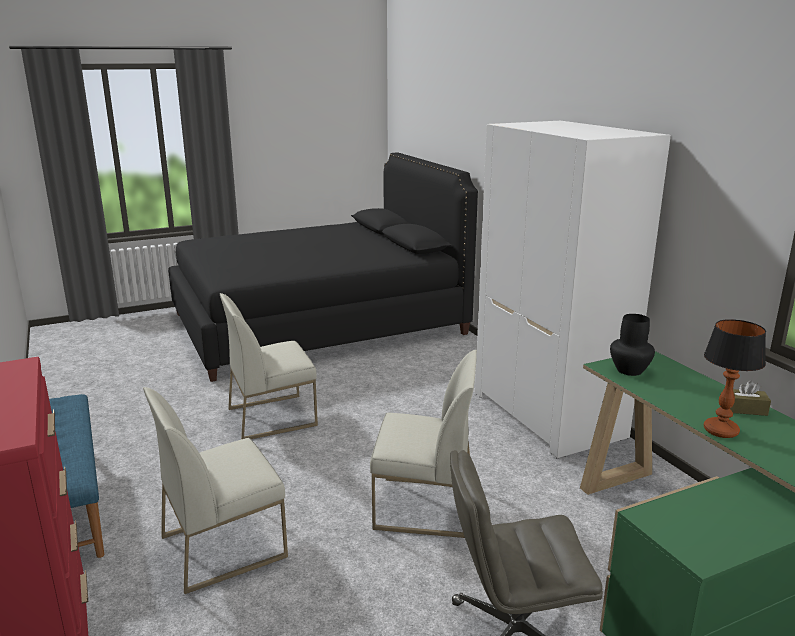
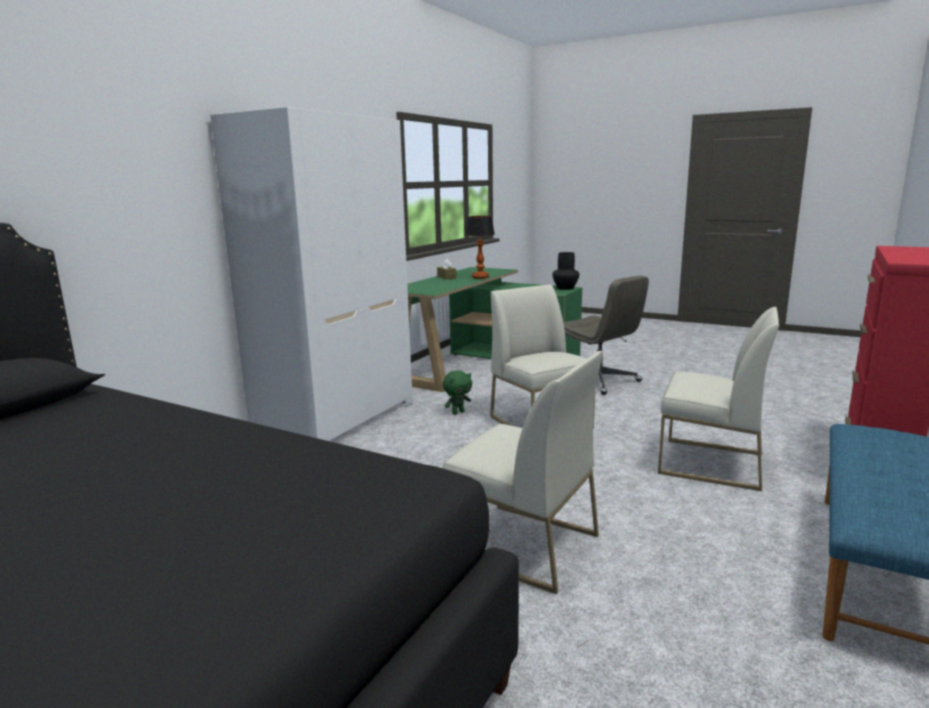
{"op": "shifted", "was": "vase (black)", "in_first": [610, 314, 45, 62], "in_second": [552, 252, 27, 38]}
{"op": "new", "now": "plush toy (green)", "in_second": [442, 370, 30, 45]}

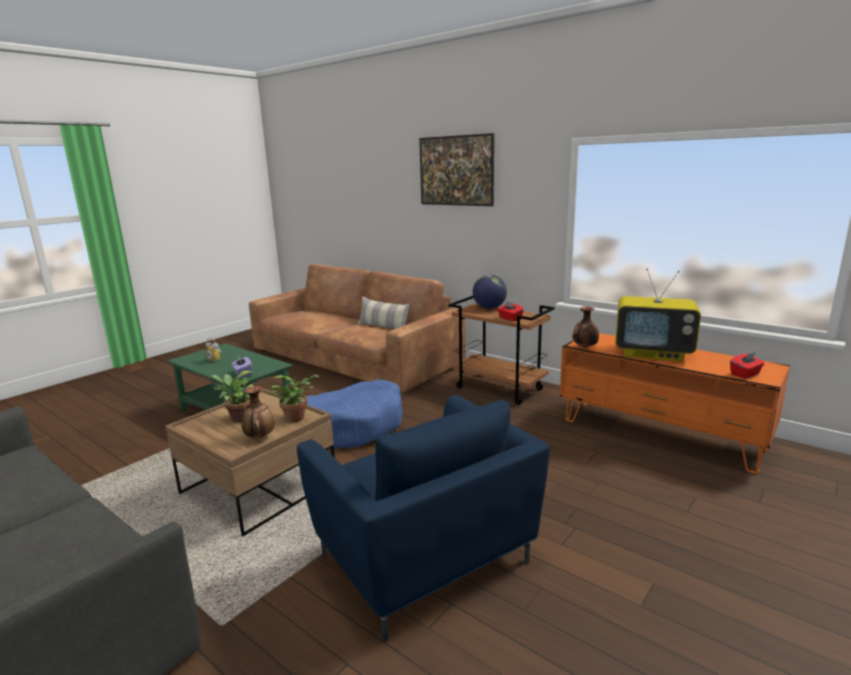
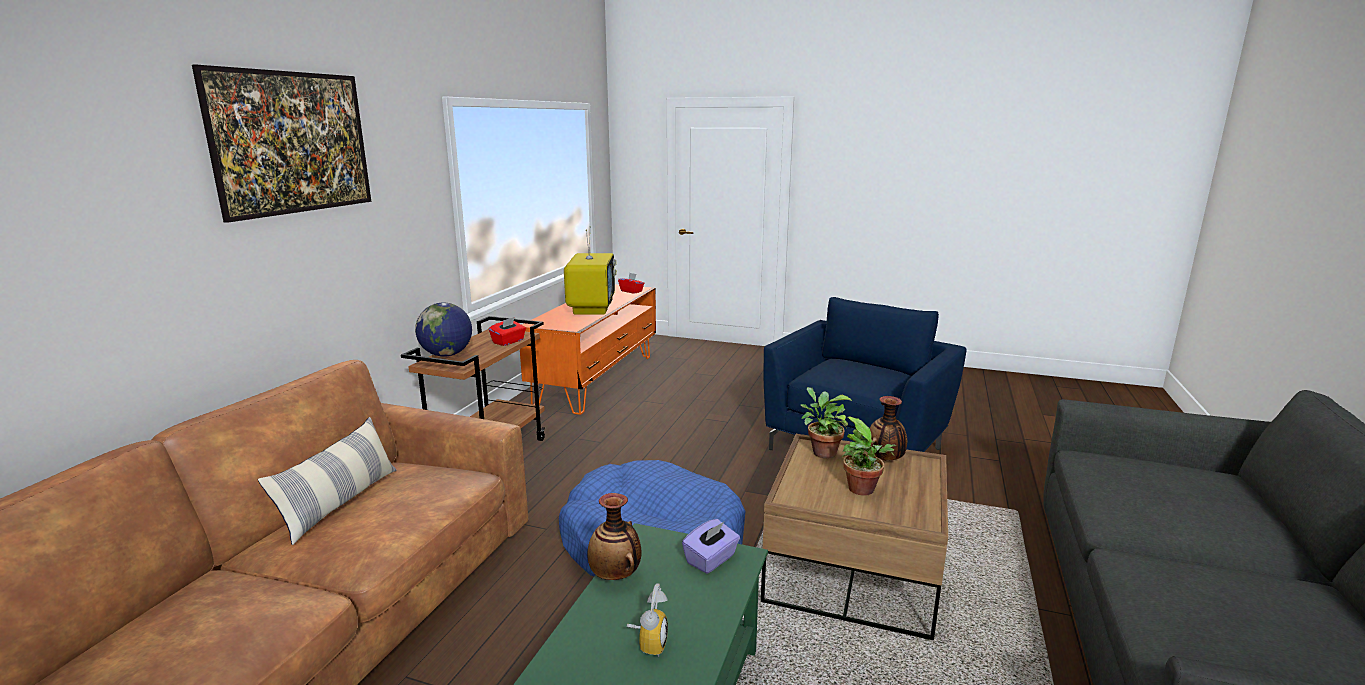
{"op": "shifted", "was": "vase", "in_first": [572, 306, 27, 42], "in_second": [587, 493, 55, 87]}

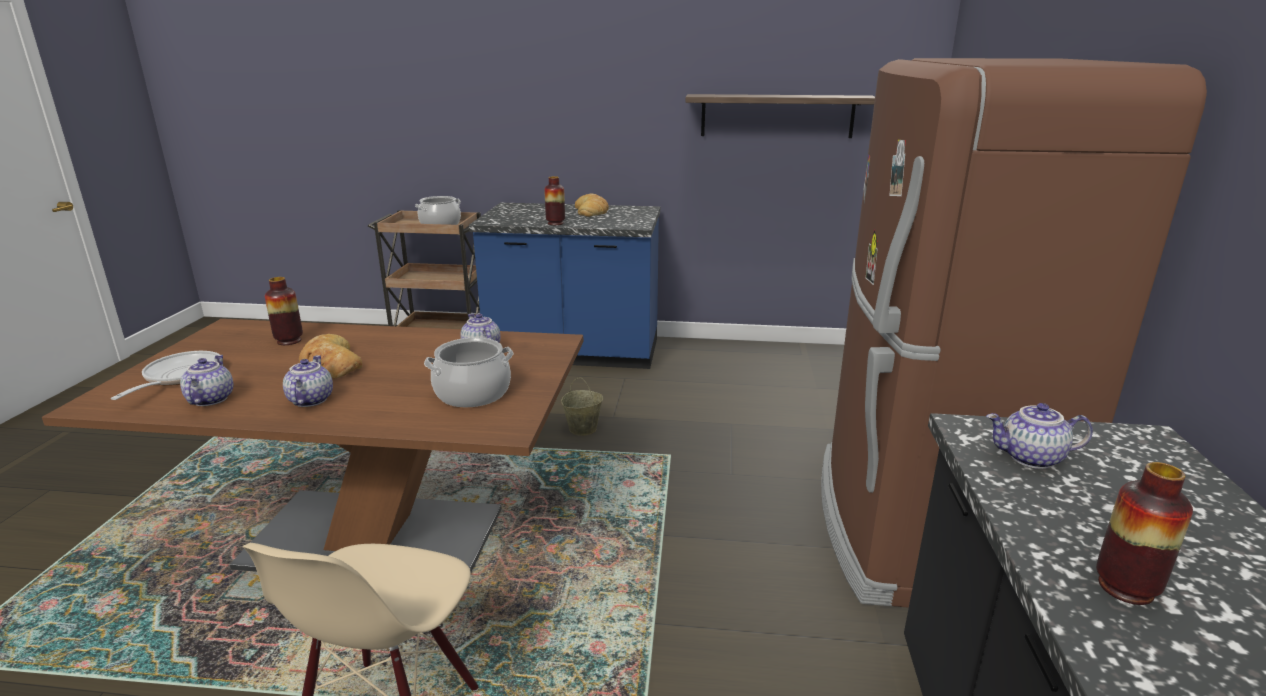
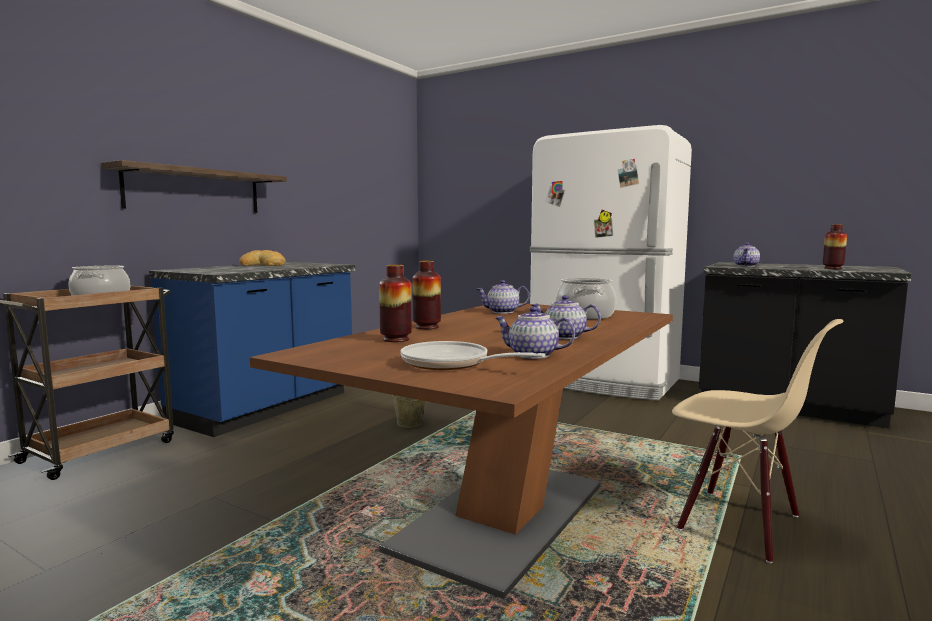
{"op": "repainted", "was": "fridge (brown)", "now": "fridge (white)", "in_first": [821, 58, 386, 550], "in_second": [530, 125, 162, 275]}
{"op": "shifted", "was": "shelf", "in_first": [686, 94, 189, 44], "in_second": [101, 160, 186, 53]}
{"op": "shifted", "was": "vase", "in_first": [544, 176, 21, 49], "in_second": [412, 261, 29, 68]}
{"op": "gone", "was": "bread", "in_first": [299, 334, 63, 44]}

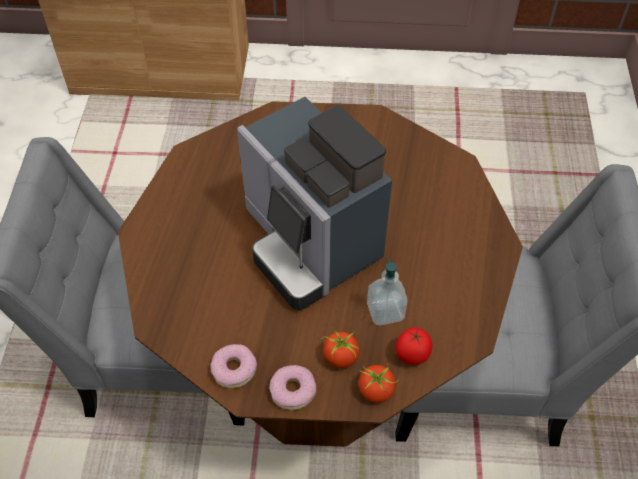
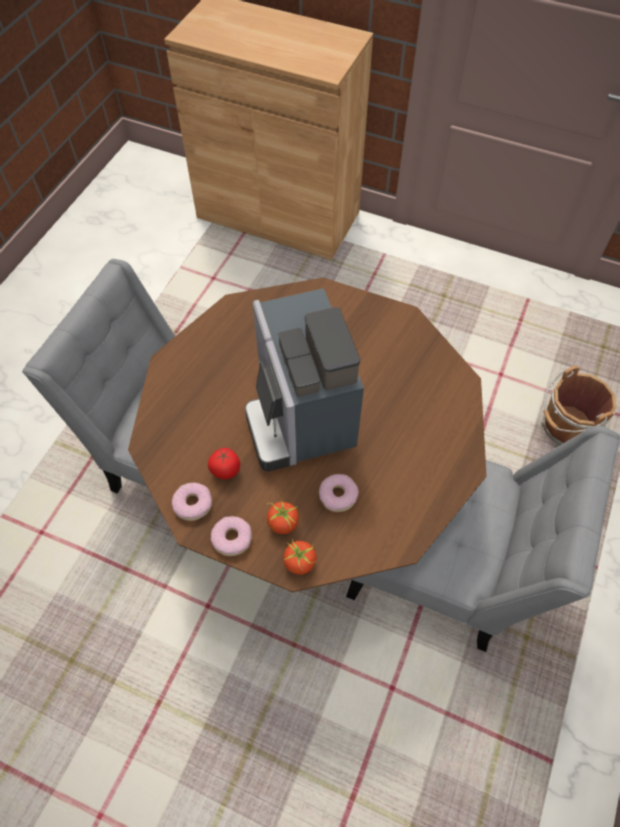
{"op": "swapped", "was": "soap dispenser", "now": "donut", "in_first": [367, 257, 41, 69], "in_second": [319, 474, 40, 38]}
{"op": "shifted", "was": "tomato", "in_first": [396, 327, 36, 38], "in_second": [208, 448, 32, 31]}
{"op": "new", "now": "bucket (brown)", "in_second": [541, 366, 76, 79]}

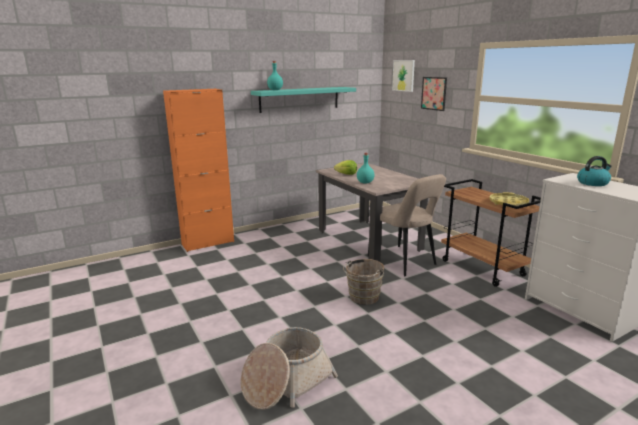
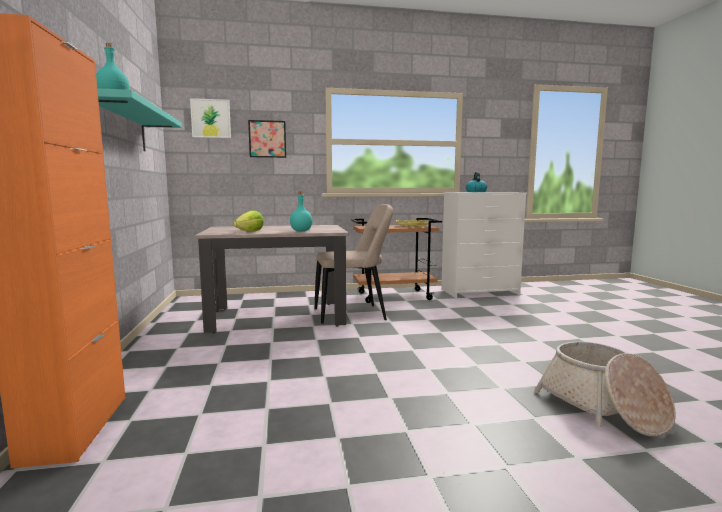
{"op": "gone", "was": "bucket (brown)", "in_first": [343, 259, 41, 46]}

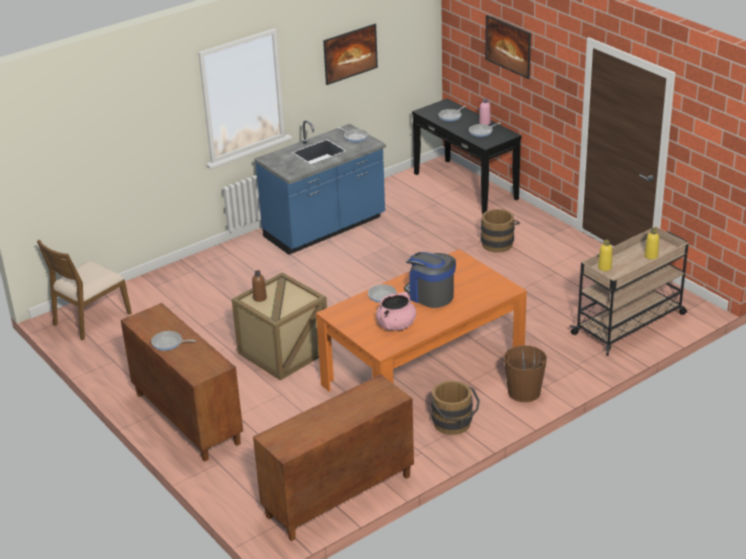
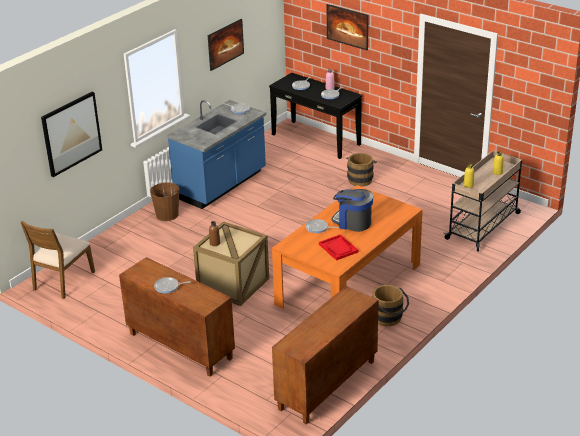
{"op": "swapped", "was": "cooking pot (pink)", "now": "tray (red)", "in_first": [376, 292, 40, 39], "in_second": [319, 234, 39, 27]}
{"op": "shifted", "was": "bucket (brown)", "in_first": [504, 345, 43, 57], "in_second": [150, 182, 29, 39]}
{"op": "new", "now": "picture", "in_second": [41, 92, 61, 85]}

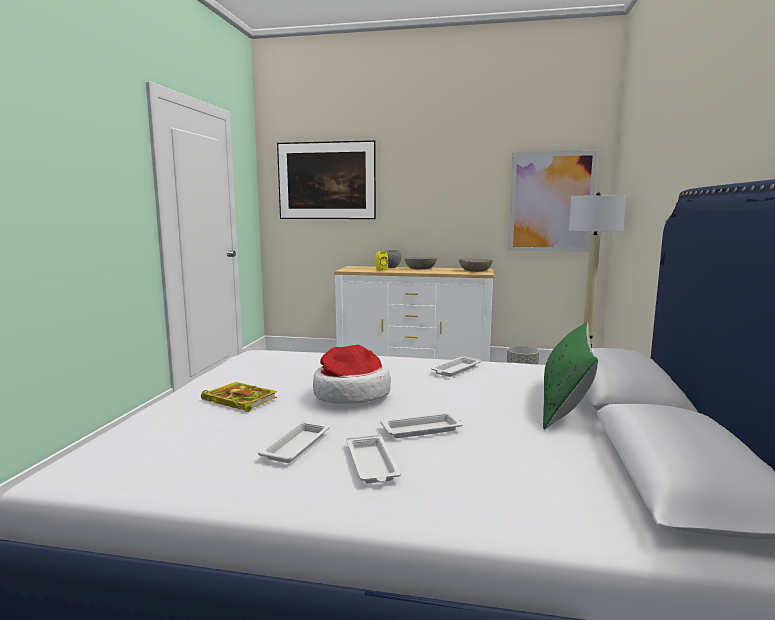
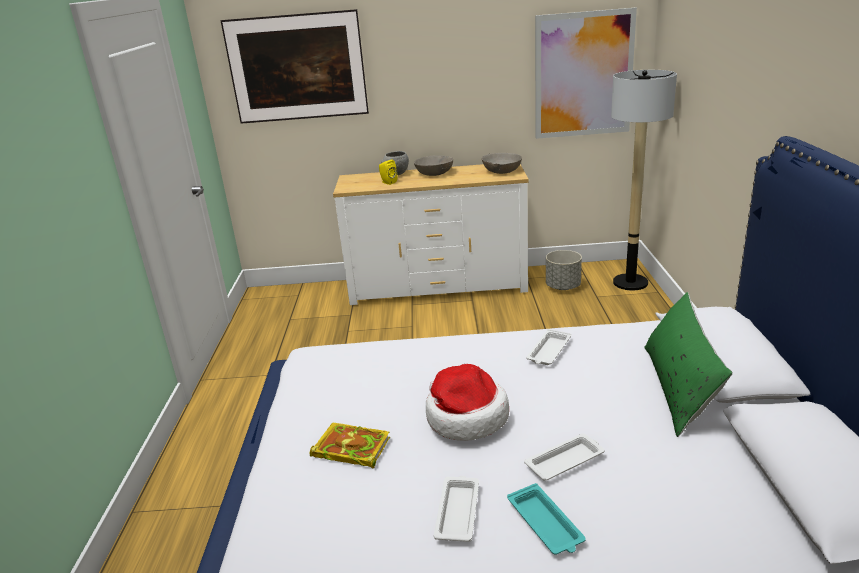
{"op": "repainted", "was": "tray (white)", "now": "tray (turquoise)", "in_first": [346, 434, 55, 49], "in_second": [507, 483, 79, 72]}

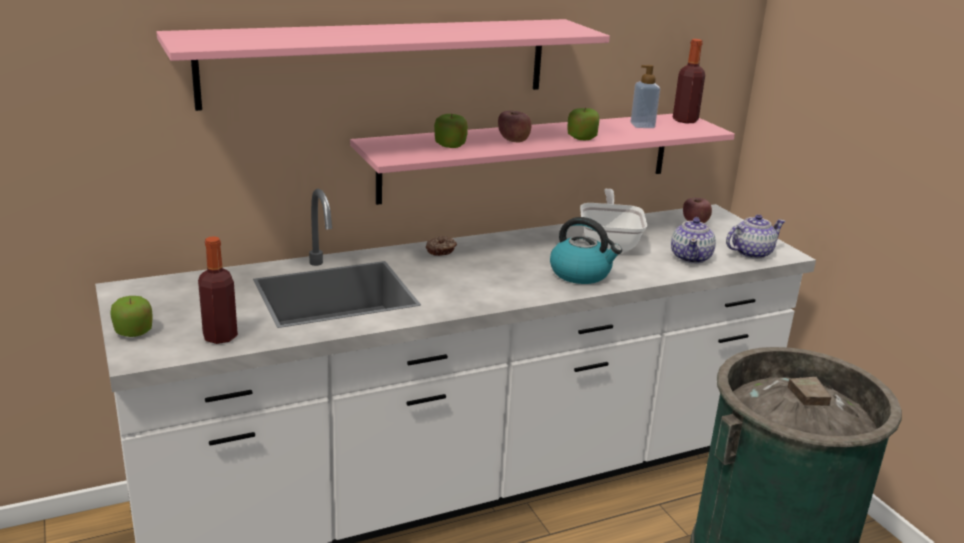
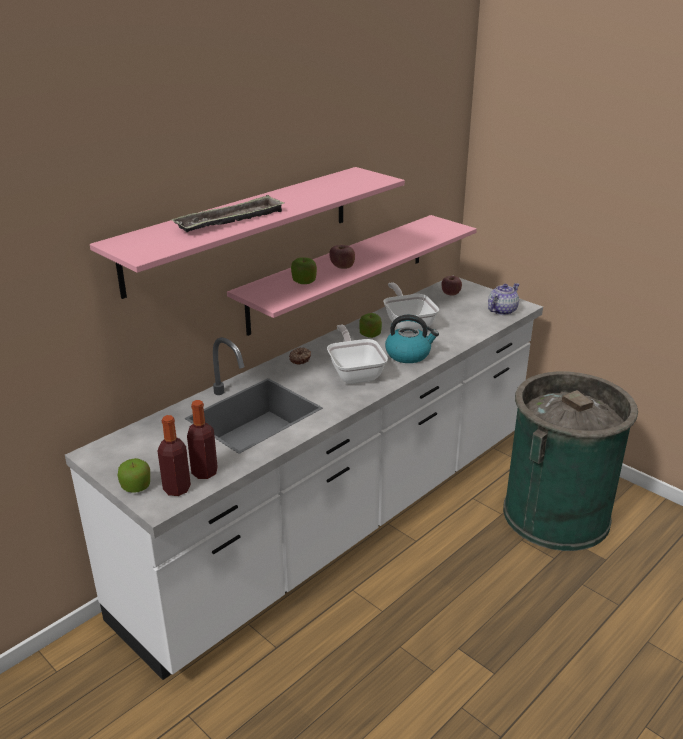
{"op": "shifted", "was": "bottle", "in_first": [673, 39, 32, 84], "in_second": [158, 415, 33, 81]}
{"op": "gone", "was": "soap dispenser", "in_first": [631, 65, 29, 63]}
{"op": "shifted", "was": "apple", "in_first": [568, 107, 31, 33], "in_second": [359, 313, 23, 25]}
{"op": "gone", "was": "teapot", "in_first": [671, 217, 45, 47]}
{"op": "new", "now": "tray", "in_second": [172, 195, 112, 37]}
{"op": "new", "now": "frying pan", "in_second": [327, 325, 61, 59]}

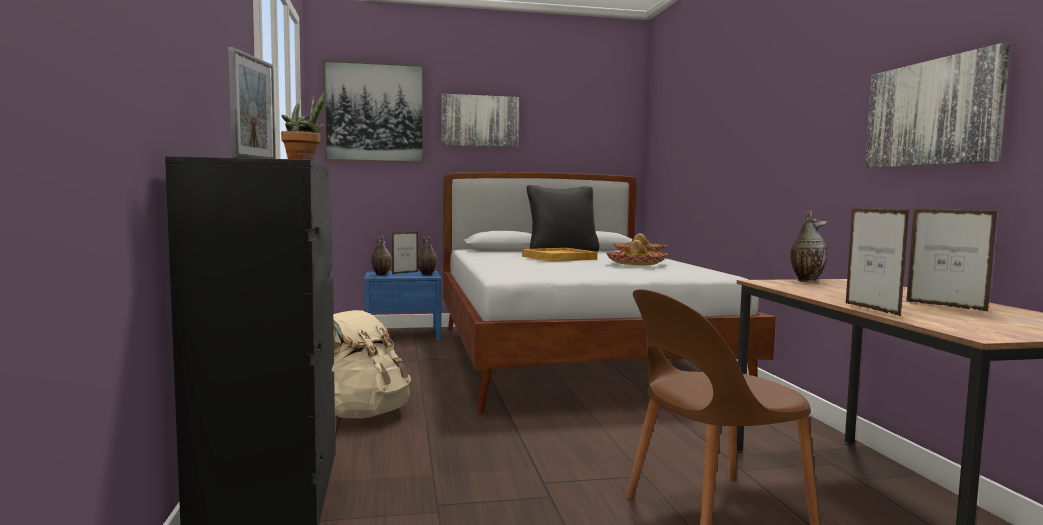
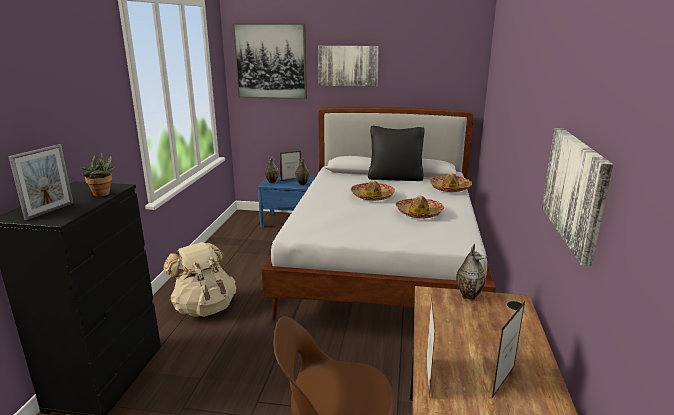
{"op": "rotated", "was": "picture frame", "in_first": [906, 208, 92, 104], "in_second": [492, 301, 33, 97], "clockwise": 60}
{"op": "swapped", "was": "tray (beige)", "now": "hat", "in_first": [522, 248, 75, 14], "in_second": [351, 180, 44, 21]}

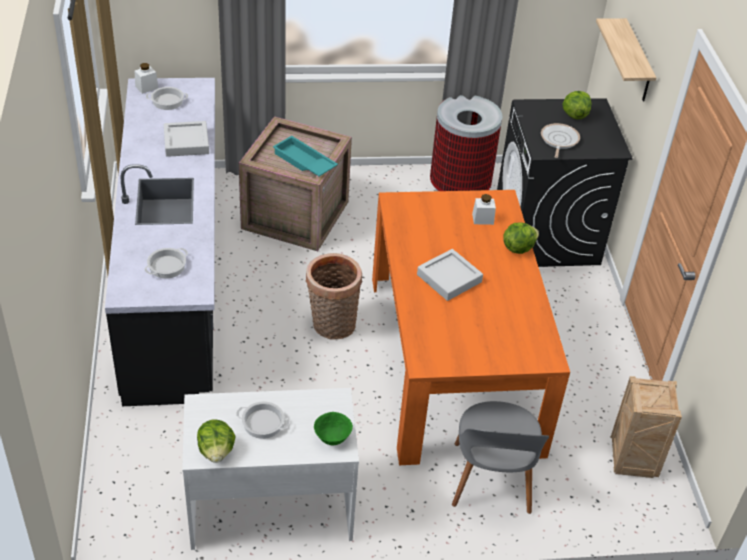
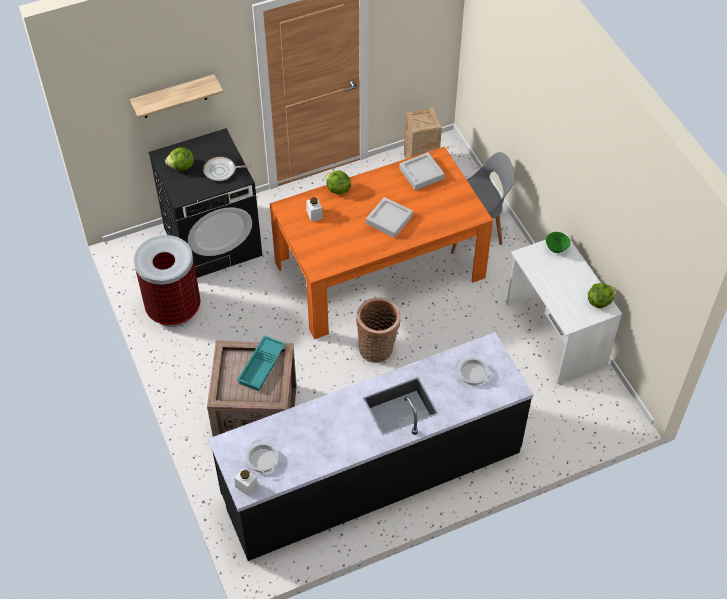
{"op": "shifted", "was": "tray (grey)", "in_first": [164, 121, 45, 36], "in_second": [399, 152, 46, 39]}
{"op": "gone", "was": "cooking pot", "in_first": [236, 401, 53, 38]}

